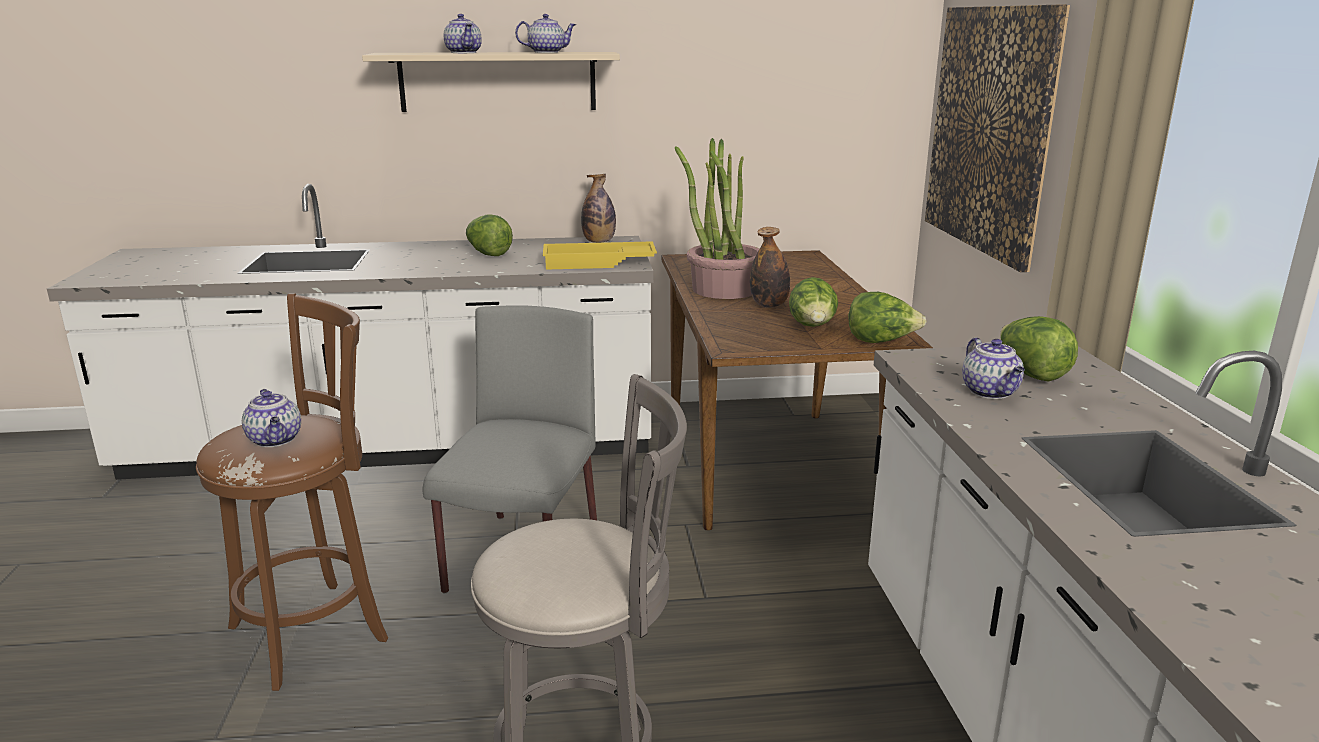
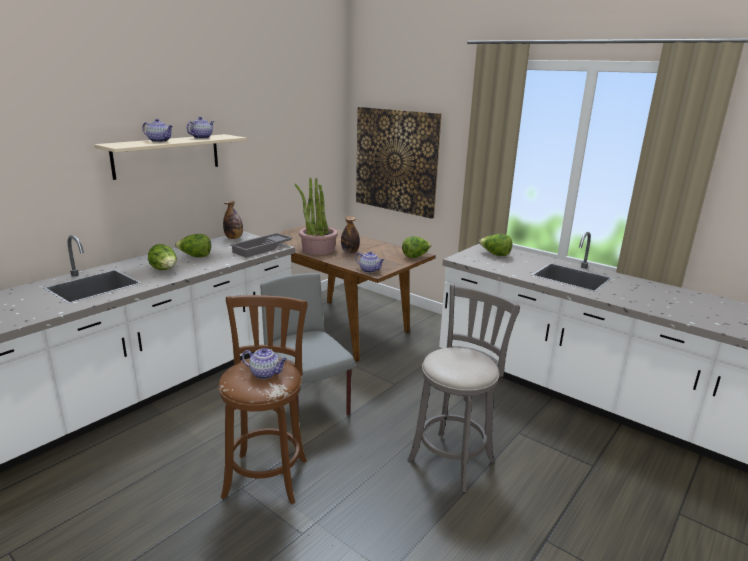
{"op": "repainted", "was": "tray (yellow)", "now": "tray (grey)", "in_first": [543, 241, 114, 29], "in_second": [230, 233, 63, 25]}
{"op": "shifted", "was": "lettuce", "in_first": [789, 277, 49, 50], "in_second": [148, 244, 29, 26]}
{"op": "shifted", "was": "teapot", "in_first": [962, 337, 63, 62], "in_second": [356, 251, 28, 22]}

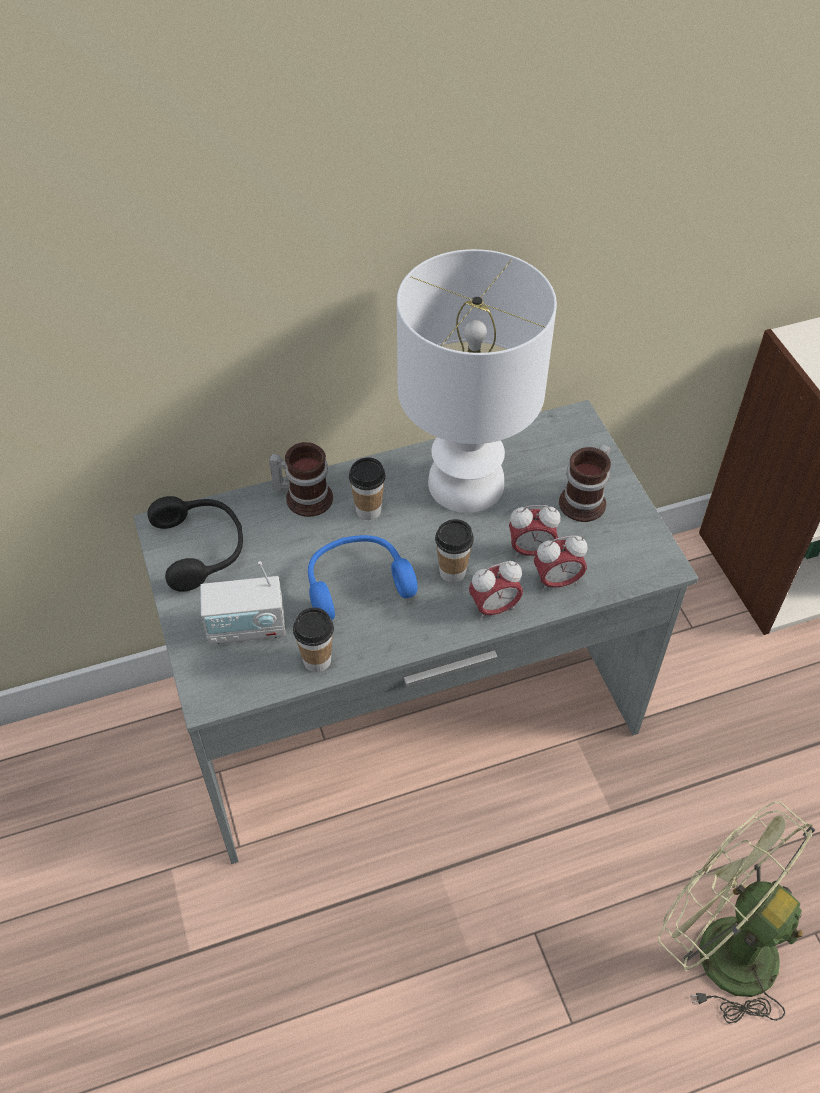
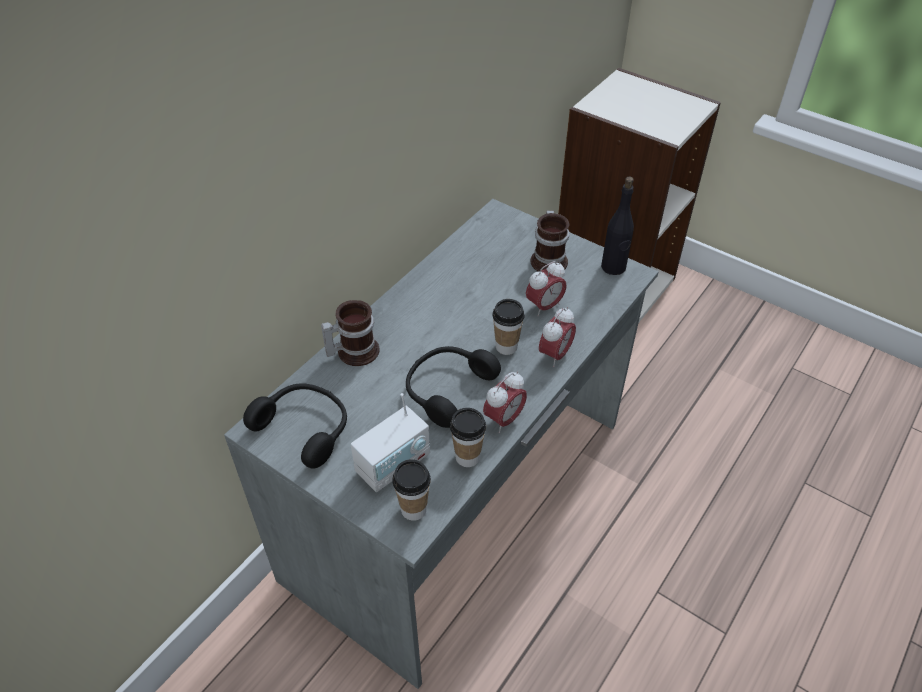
{"op": "gone", "was": "table lamp (white)", "in_first": [397, 249, 160, 264]}
{"op": "shifted", "was": "cup", "in_first": [349, 457, 37, 63], "in_second": [392, 459, 39, 62]}
{"op": "repainted", "was": "headphones (blue)", "now": "headphones (black)", "in_first": [308, 535, 110, 85], "in_second": [406, 346, 95, 82]}
{"op": "shifted", "was": "alarm clock", "in_first": [534, 535, 54, 56], "in_second": [483, 372, 44, 61]}
{"op": "gone", "was": "fan (green)", "in_first": [658, 801, 157, 223]}
{"op": "new", "now": "bottle (black)", "in_second": [601, 177, 33, 98]}

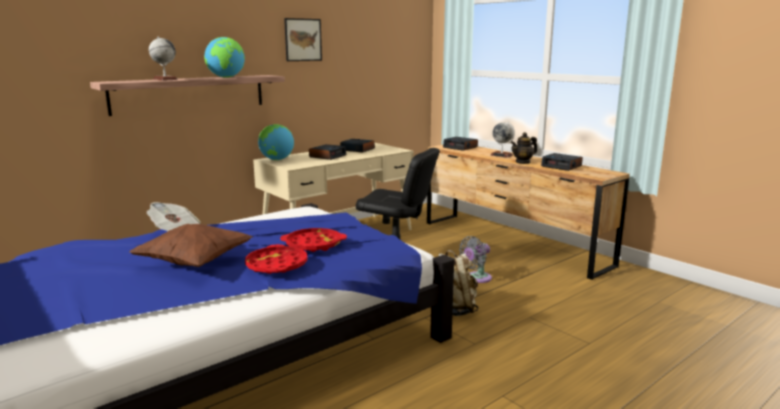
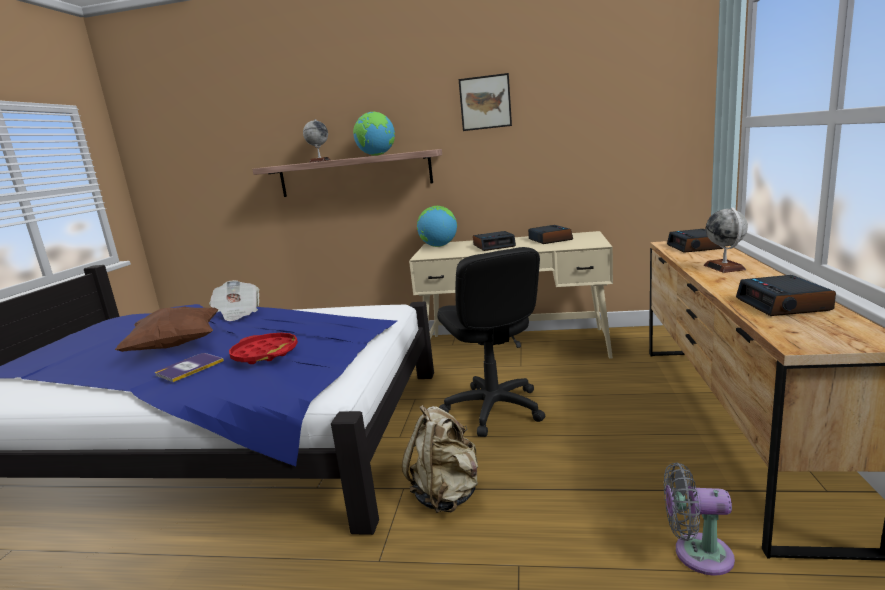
{"op": "gone", "was": "teapot", "in_first": [511, 132, 26, 32]}
{"op": "shifted", "was": "fan (grey)", "in_first": [459, 236, 33, 47], "in_second": [664, 462, 71, 114]}
{"op": "swapped", "was": "tray (red)", "now": "book", "in_first": [245, 244, 62, 30], "in_second": [155, 353, 69, 29]}

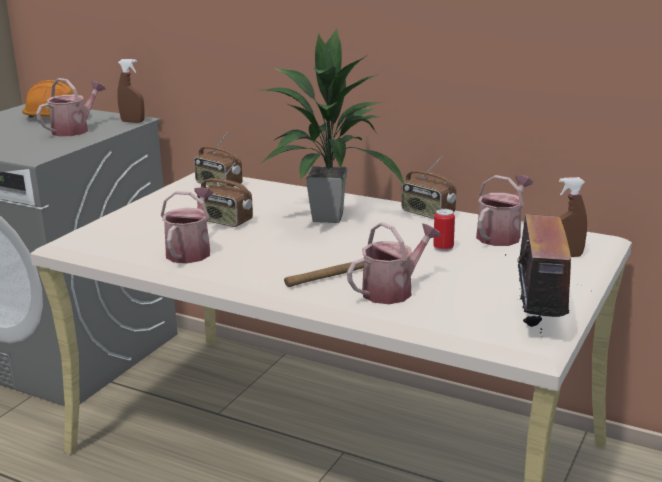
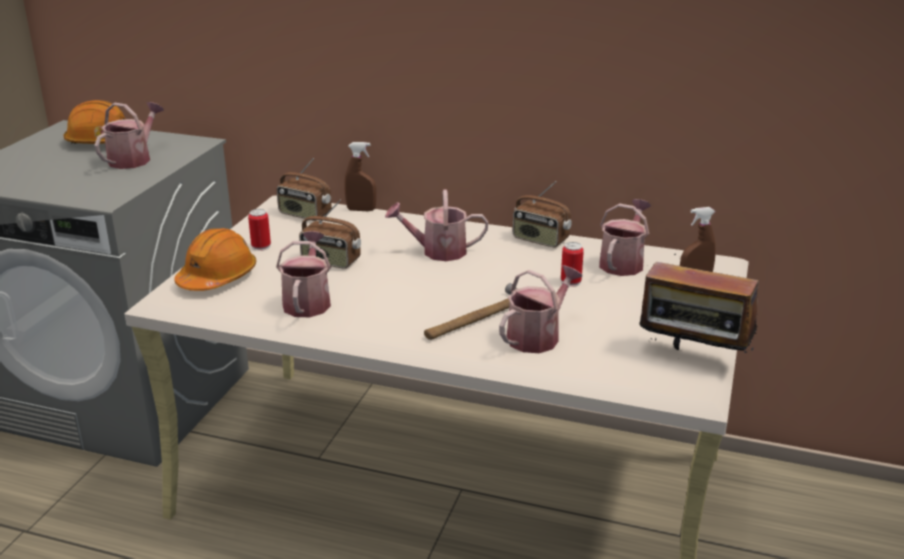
{"op": "swapped", "was": "potted plant", "now": "watering can", "in_first": [261, 29, 145, 194], "in_second": [385, 190, 103, 71]}
{"op": "shifted", "was": "spray bottle (brown)", "in_first": [117, 59, 28, 64], "in_second": [344, 142, 32, 69]}
{"op": "rotated", "was": "radio", "in_first": [505, 214, 73, 119], "in_second": [639, 254, 120, 99], "clockwise": 120}
{"op": "new", "now": "can", "in_second": [248, 209, 23, 42]}
{"op": "new", "now": "hard hat (orange)", "in_second": [174, 228, 82, 63]}

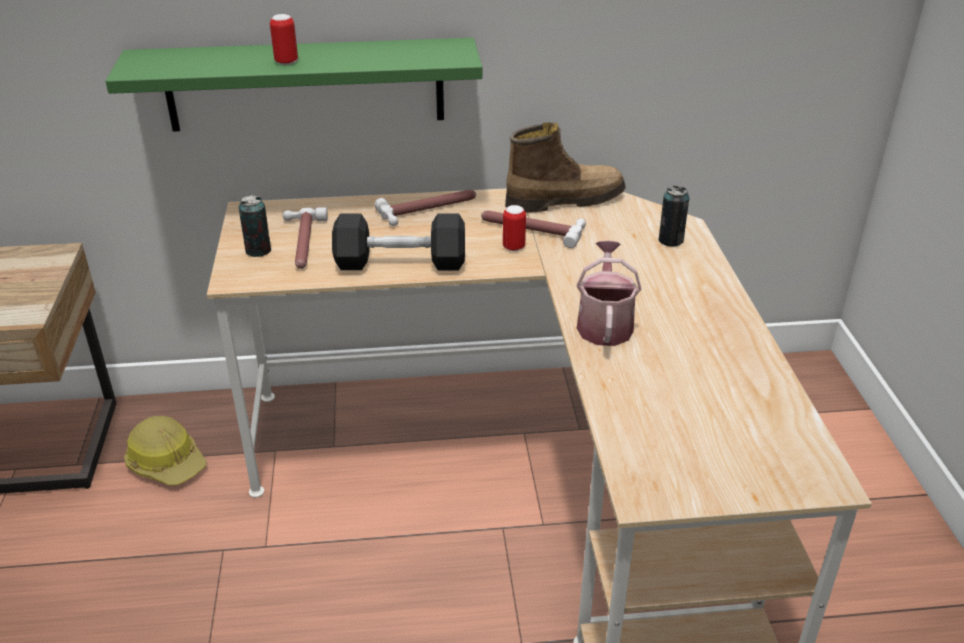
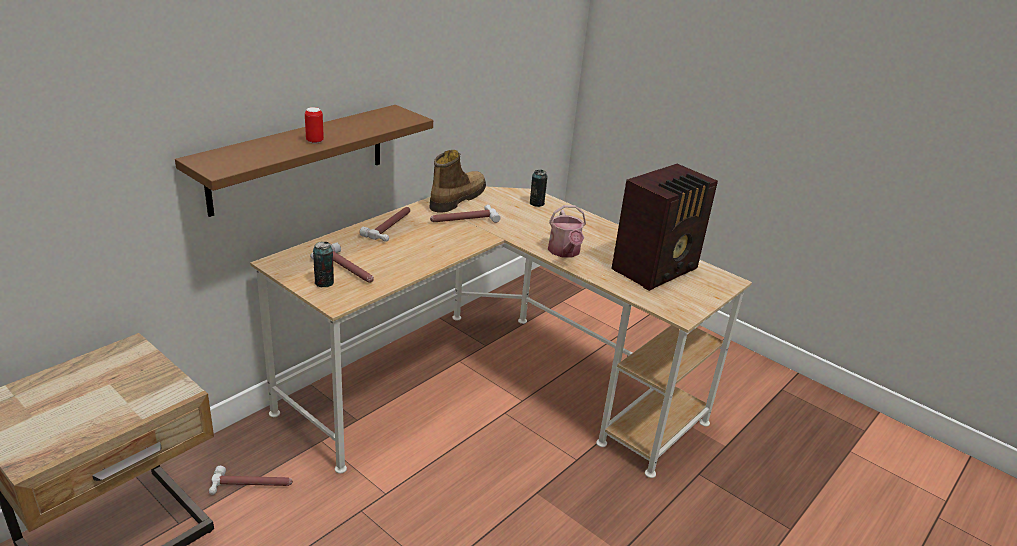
{"op": "repainted", "was": "shelf (green)", "now": "shelf (brown)", "in_first": [106, 38, 376, 94], "in_second": [175, 105, 258, 112]}
{"op": "gone", "was": "can", "in_first": [503, 205, 23, 46]}
{"op": "gone", "was": "dumbbell (black)", "in_first": [332, 214, 133, 56]}
{"op": "rotated", "was": "watering can", "in_first": [577, 241, 64, 105], "in_second": [548, 205, 38, 52], "clockwise": -150}
{"op": "swapped", "was": "hard hat", "now": "hammer", "in_first": [124, 416, 83, 69], "in_second": [209, 466, 84, 29]}
{"op": "new", "now": "radio", "in_second": [612, 164, 106, 127]}

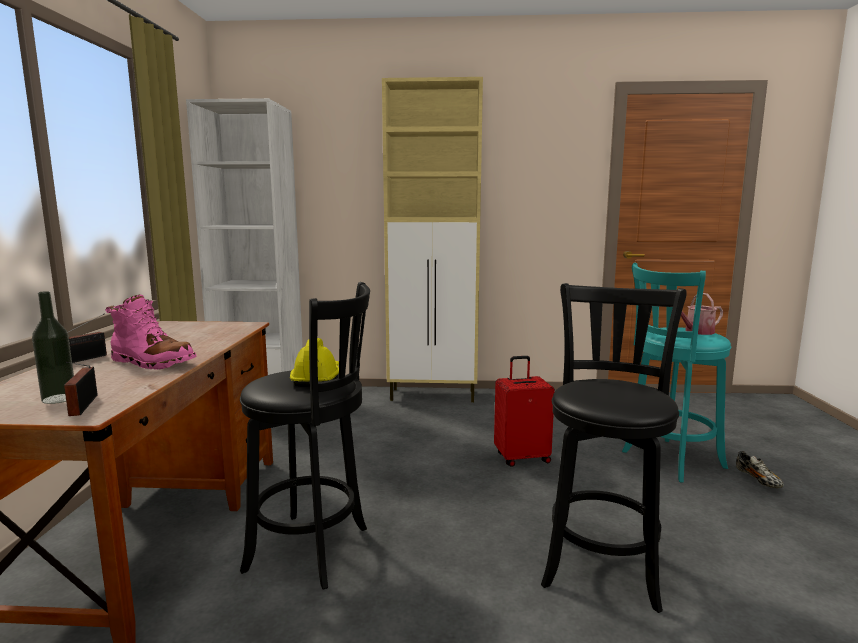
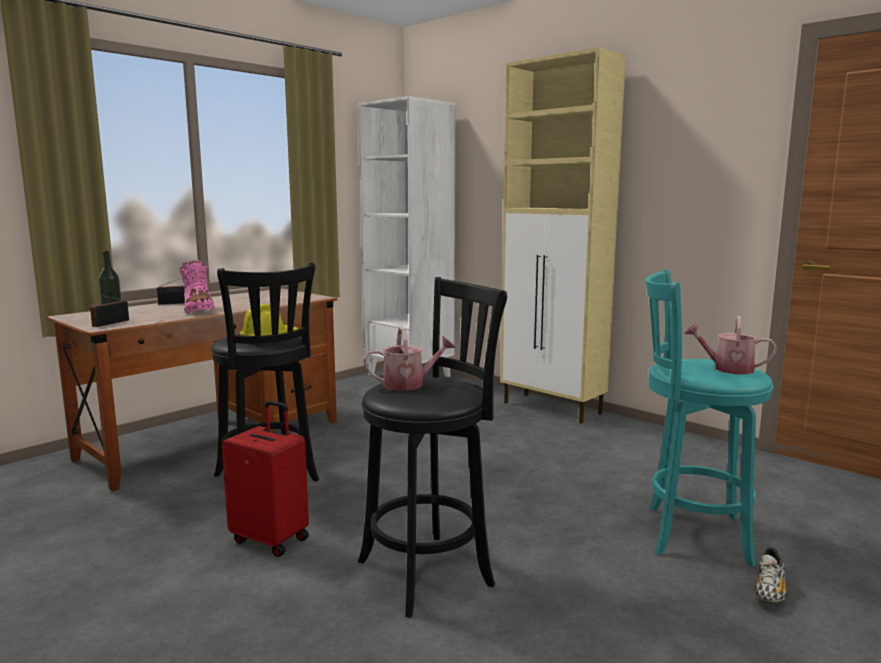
{"op": "shifted", "was": "suitcase (red)", "in_first": [494, 356, 61, 111], "in_second": [222, 400, 87, 157]}
{"op": "new", "now": "watering can", "in_second": [363, 327, 93, 64]}

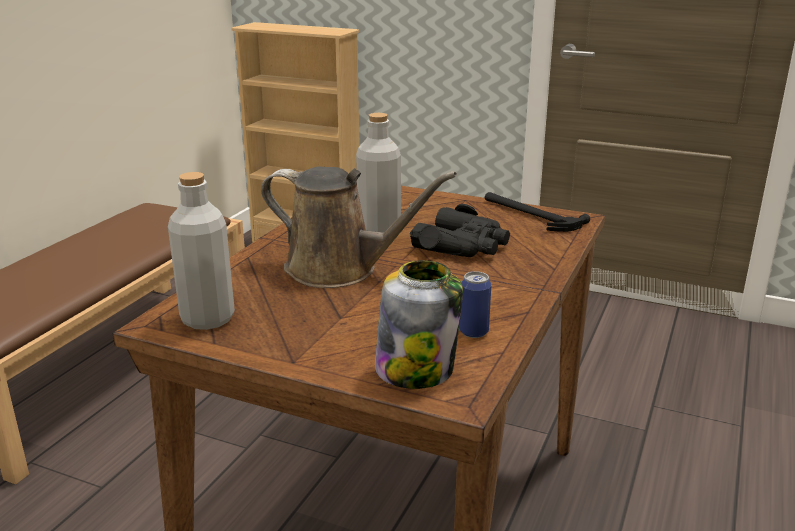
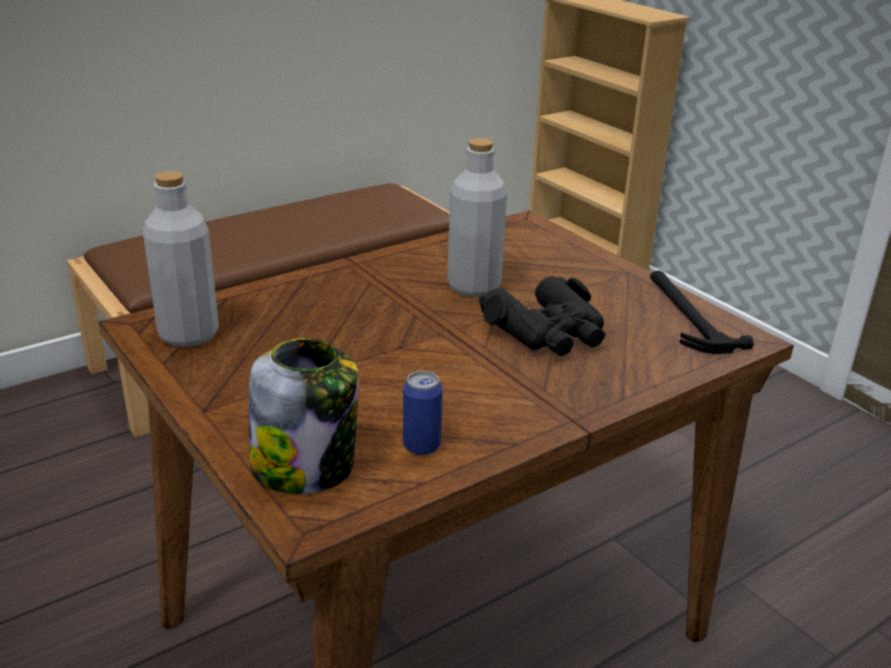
{"op": "gone", "was": "watering can (brown)", "in_first": [261, 166, 196, 122]}

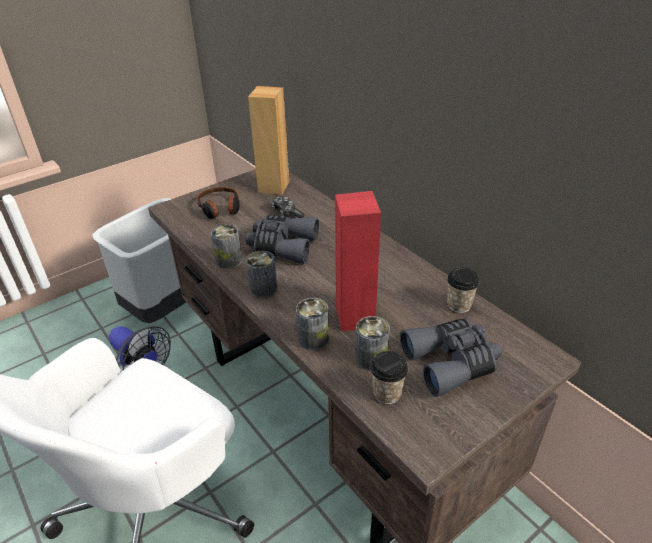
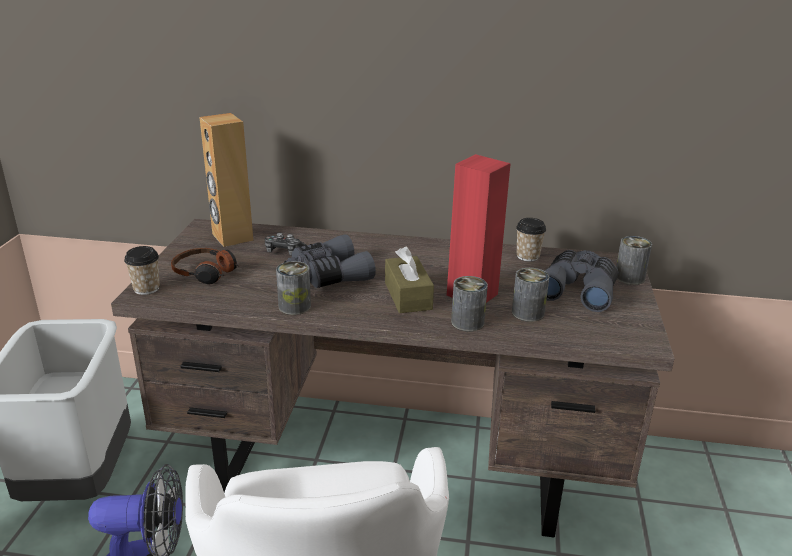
{"op": "shifted", "was": "can", "in_first": [246, 251, 31, 47], "in_second": [616, 236, 36, 49]}
{"op": "shifted", "was": "cup", "in_first": [370, 351, 38, 53], "in_second": [124, 246, 36, 49]}
{"op": "new", "now": "tissue box (brown)", "in_second": [385, 246, 49, 67]}

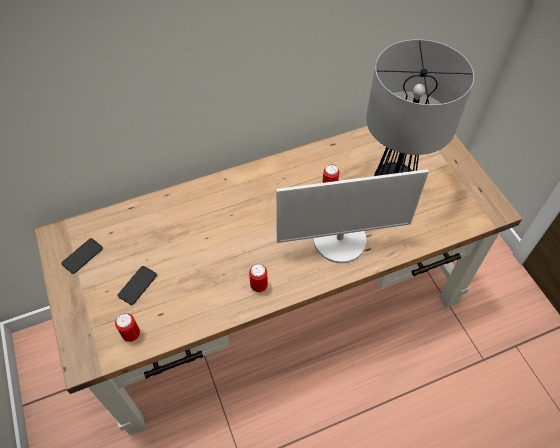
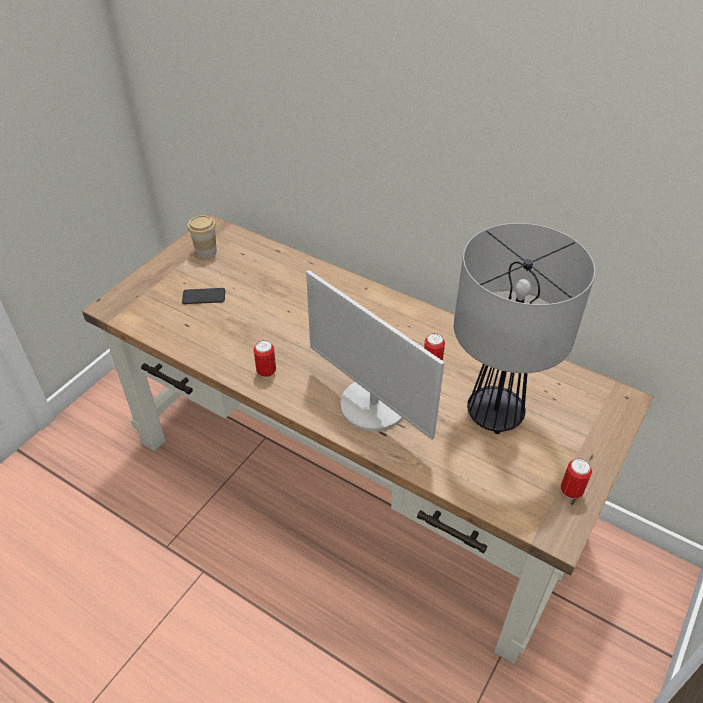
{"op": "swapped", "was": "phone", "now": "cup", "in_first": [61, 238, 42, 36], "in_second": [187, 215, 30, 43]}
{"op": "shifted", "was": "can", "in_first": [115, 313, 25, 29], "in_second": [561, 459, 31, 40]}

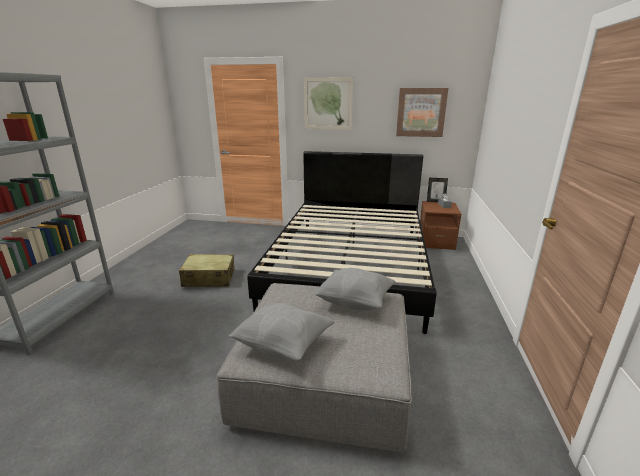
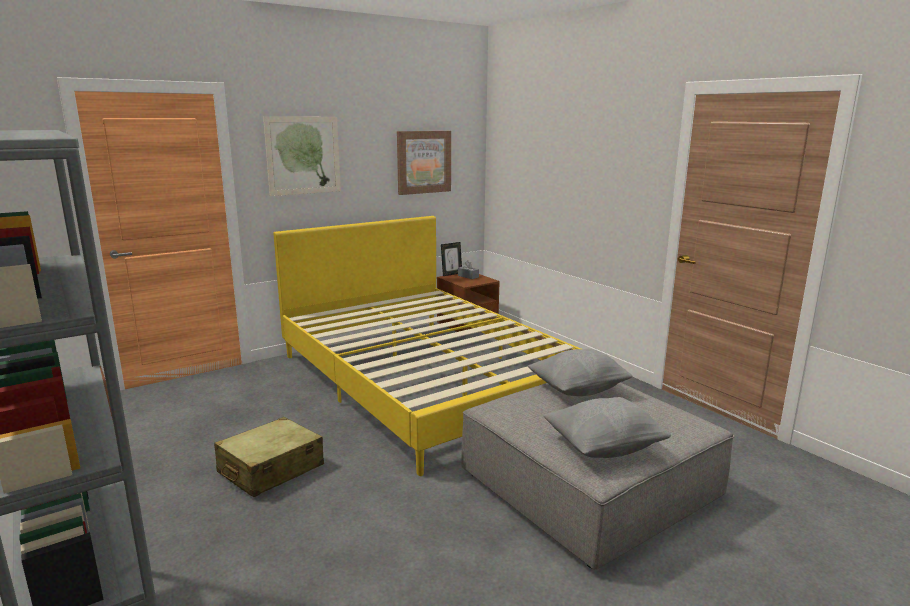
{"op": "repainted", "was": "bed (black)", "now": "bed (yellow)", "in_first": [247, 151, 190, 183], "in_second": [273, 216, 308, 260]}

